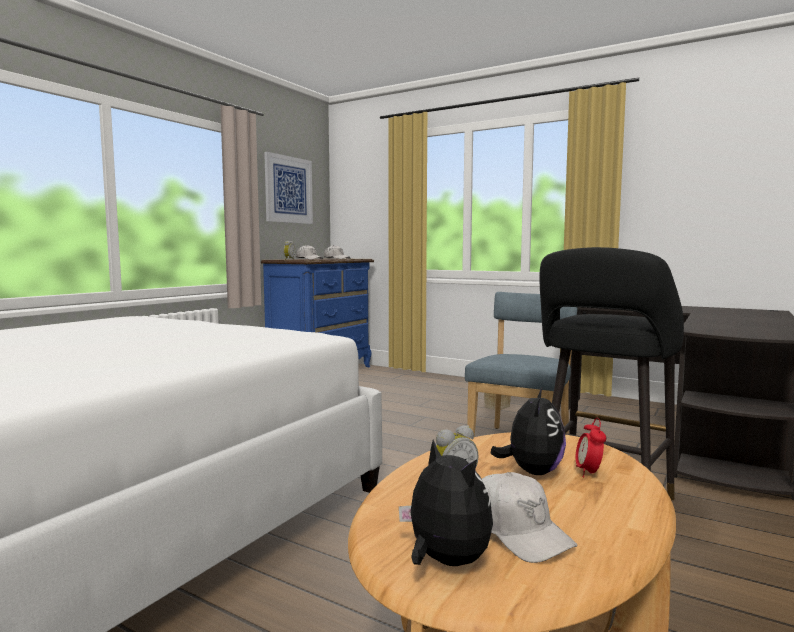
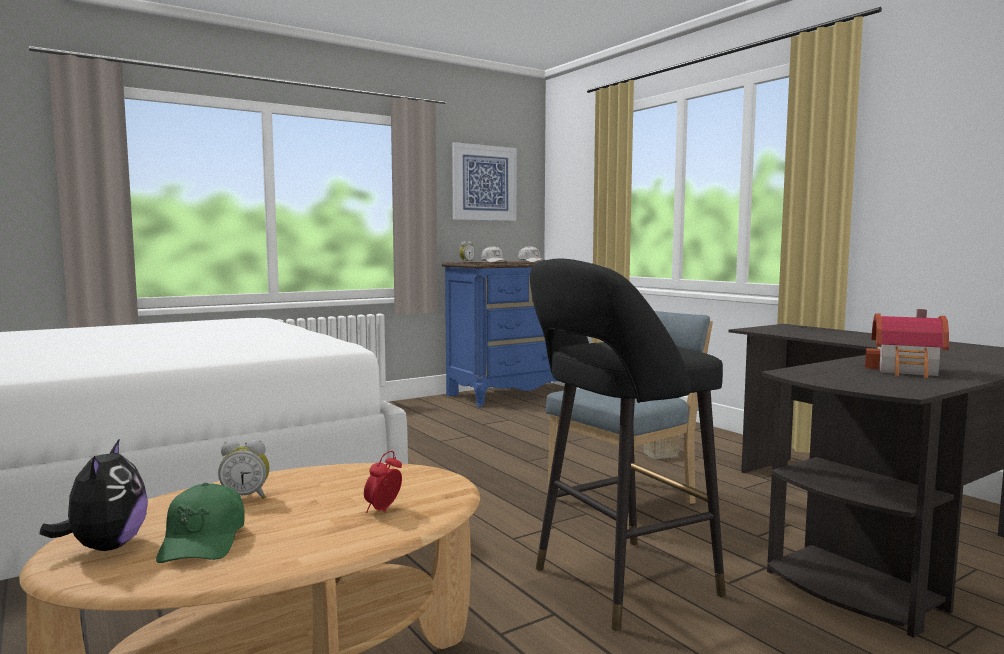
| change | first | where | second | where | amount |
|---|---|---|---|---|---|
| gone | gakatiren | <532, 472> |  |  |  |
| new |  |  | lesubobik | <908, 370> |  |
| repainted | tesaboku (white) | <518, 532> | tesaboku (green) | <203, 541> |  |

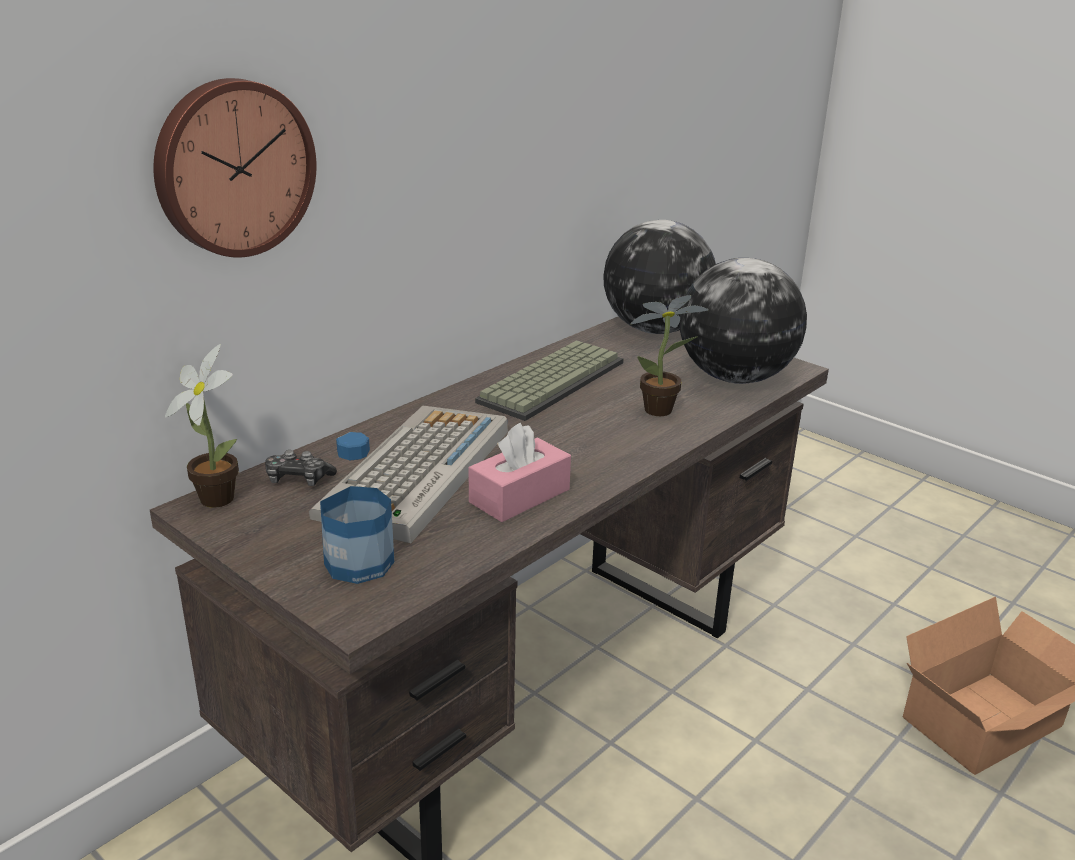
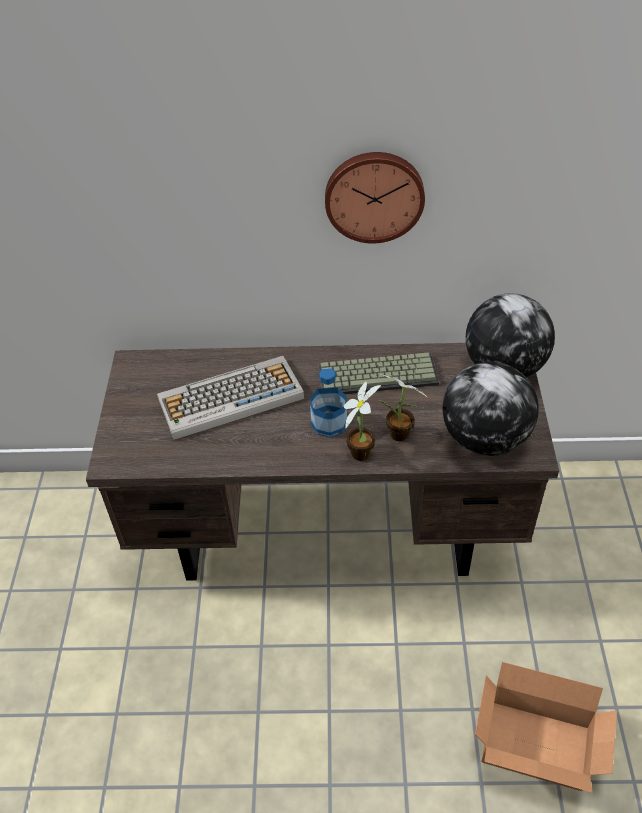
| change | first | where | second | where | amount |
|---|---|---|---|---|---|
| gone | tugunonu | <298, 479> |  |  |  |
| gone | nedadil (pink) | <519, 496> |  |  |  |
| shifted | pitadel | <233, 167> |  | <374, 195> |  |
| shifted | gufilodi | <216, 495> |  | <362, 450> |  |
| shifted | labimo | <359, 563> |  | <329, 423> |  |

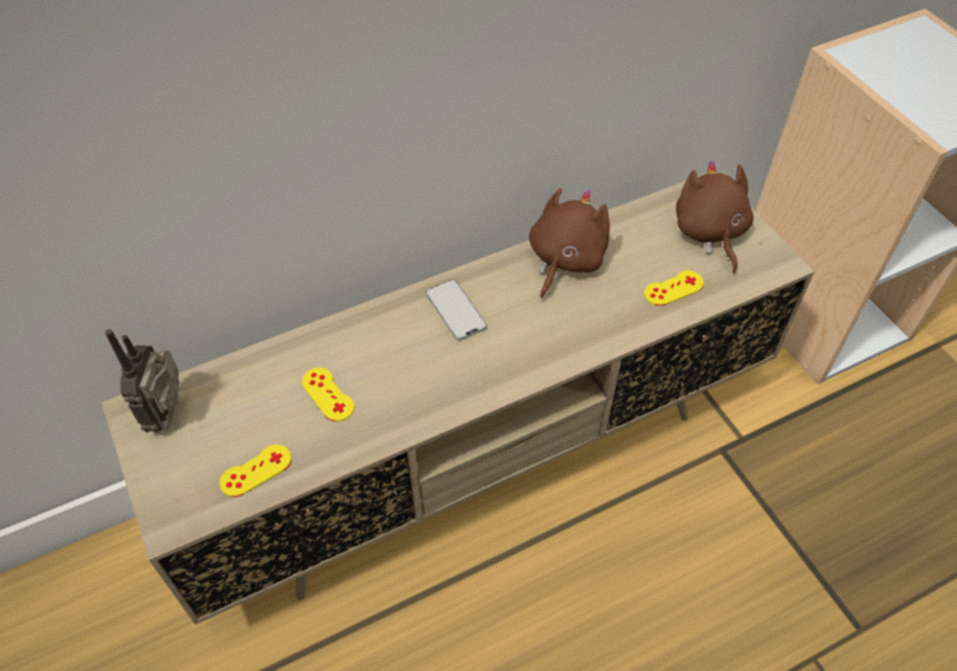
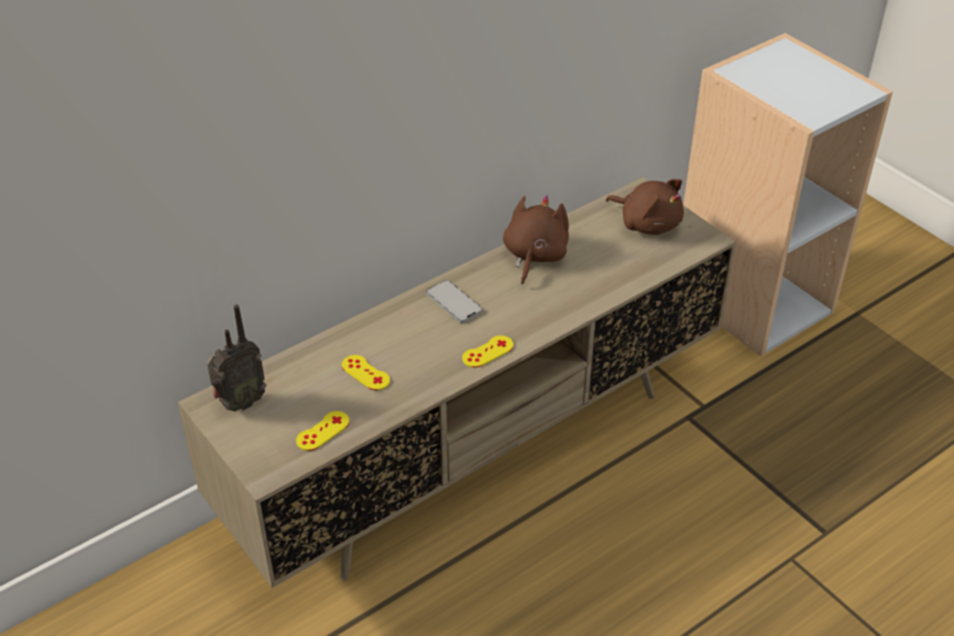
| change | first | where | second | where | amount |
|---|---|---|---|---|---|
| shifted | tugunonu (yellow) | <673, 288> |  | <487, 352> |  |
| rotated | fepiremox | <170, 415> |  | <239, 403> | 120 degrees counterclockwise |
| rotated | gakatiren (brown) | <709, 233> |  | <647, 223> | 150 degrees clockwise |

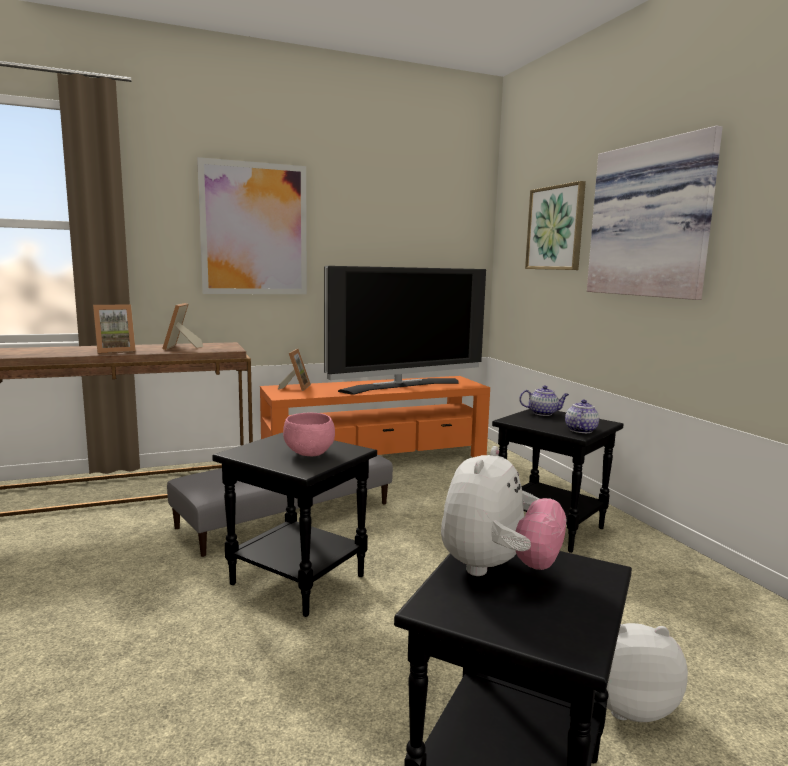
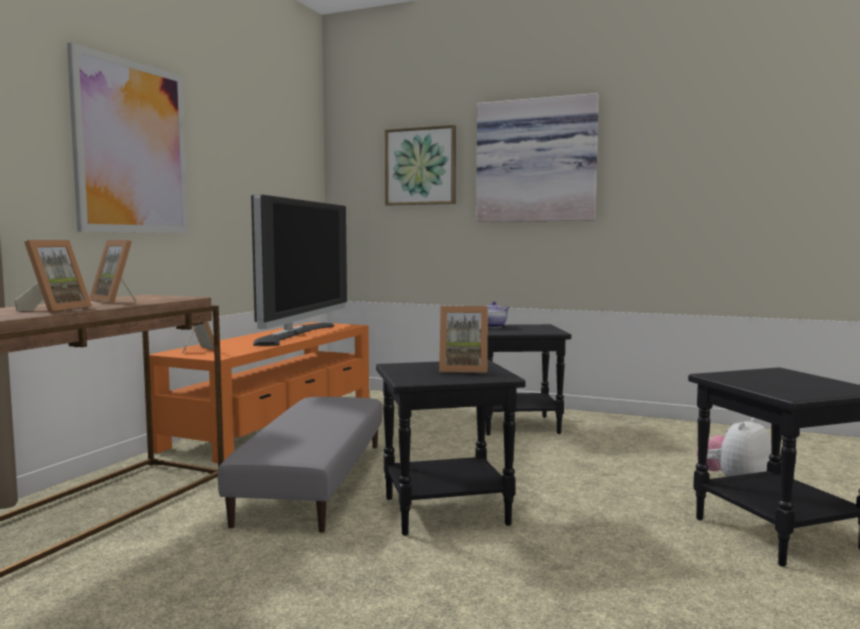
| change | first | where | second | where | amount |
|---|---|---|---|---|---|
| gone | gakatiren | <497, 569> |  |  |  |
| gone | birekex | <580, 430> |  |  |  |
| swapped | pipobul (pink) | <310, 454> | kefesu | <463, 369> |  |

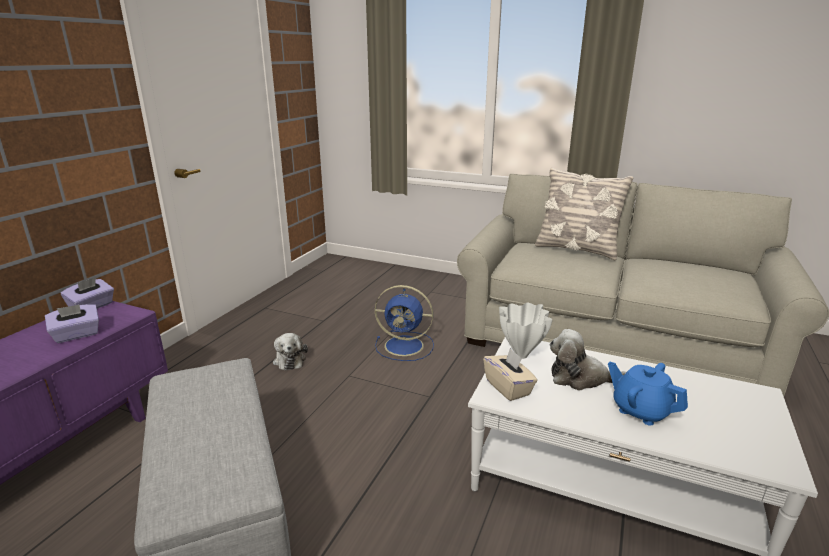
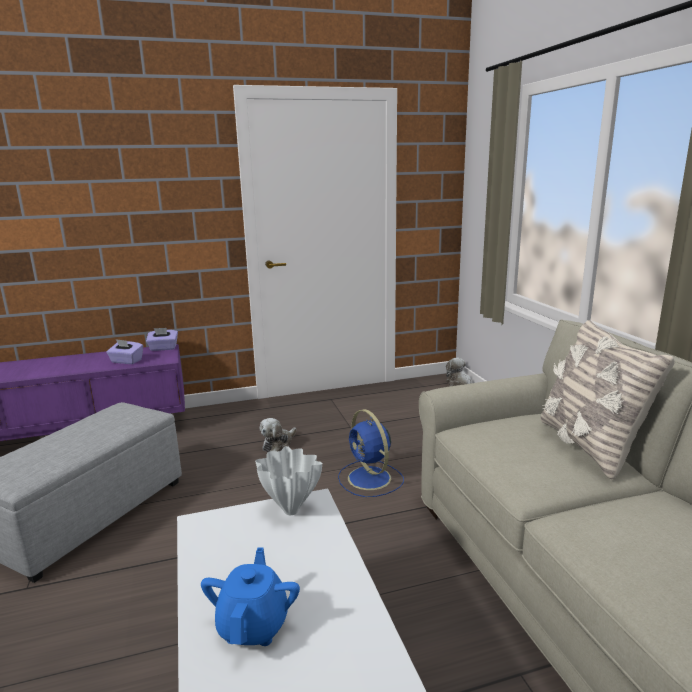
| change | first | where | second | where | amount |
|---|---|---|---|---|---|
| gone | nedadil (beige) | <508, 387> |  |  |  |
| shifted | gakatiren | <580, 378> |  | <460, 384> |  |

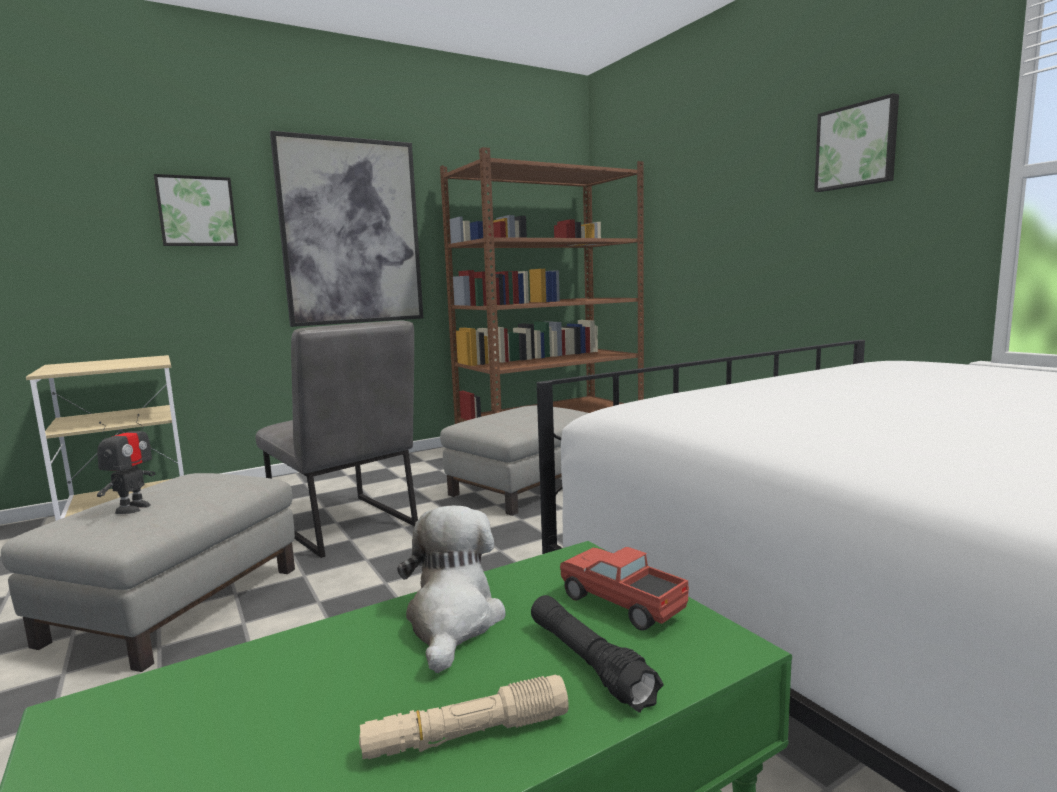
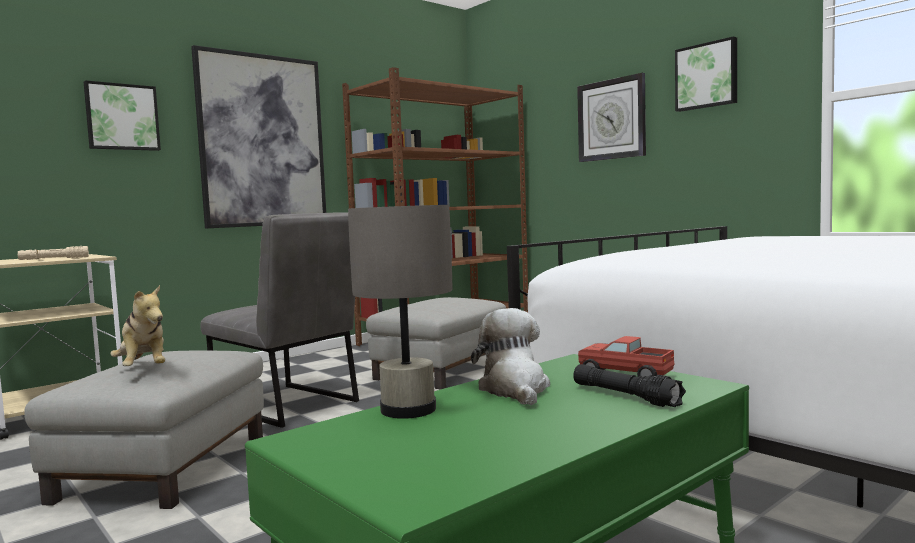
| change | first | where | second | where | amount |
|---|---|---|---|---|---|
| new |  |  | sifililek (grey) | <409, 409> |  |
| new |  |  | pitadel | <611, 119> |  |
| shifted | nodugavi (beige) | <466, 735> |  | <54, 259> |  |
| swapped | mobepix | <133, 508> | gakatiren | <144, 369> |  |

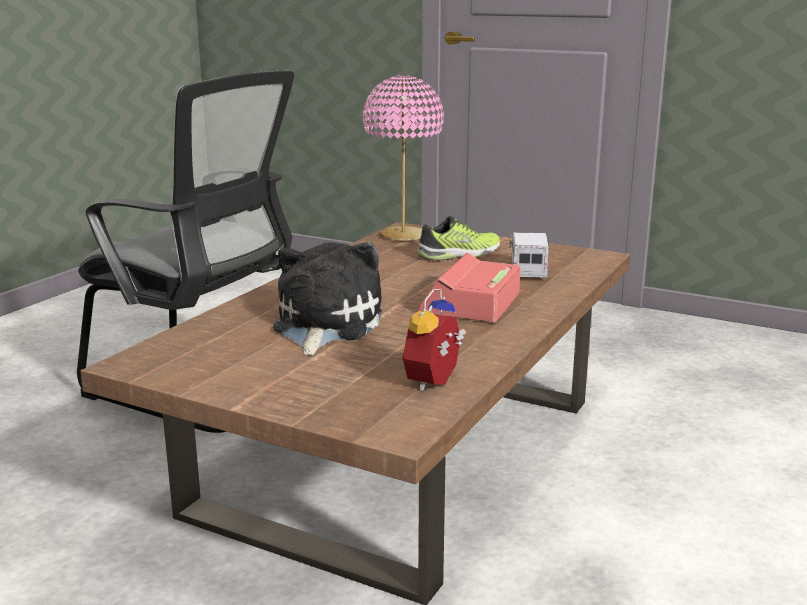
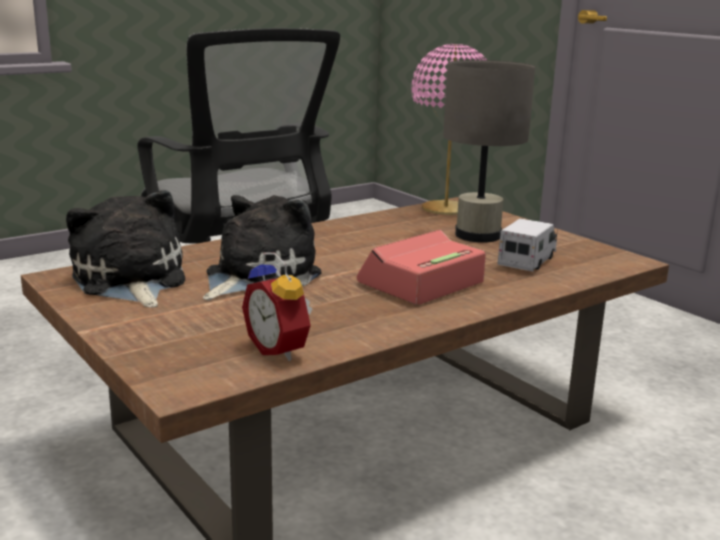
| change | first | where | second | where | amount |
|---|---|---|---|---|---|
| new |  |  | gakatiren | <130, 281> |  |
| swapped | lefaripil | <460, 254> | sifililek (grey) | <477, 235> |  |
| rotated | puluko | <437, 382> |  | <281, 350> | 90 degrees counterclockwise |

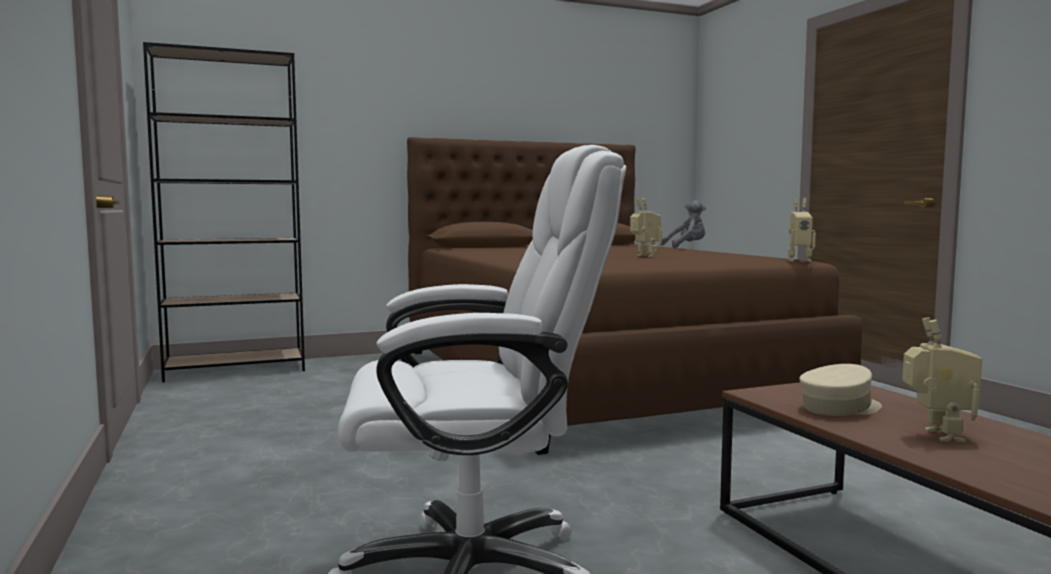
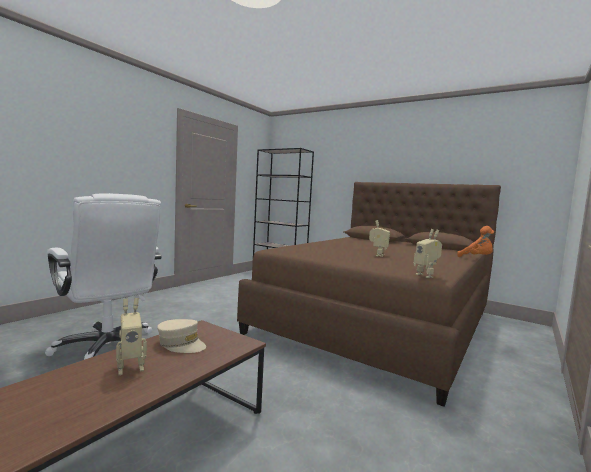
| change | first | where | second | where | amount |
|---|---|---|---|---|---|
| repainted | gakatiren (grey) | <686, 247> | gakatiren (orange) | <477, 258> |  |

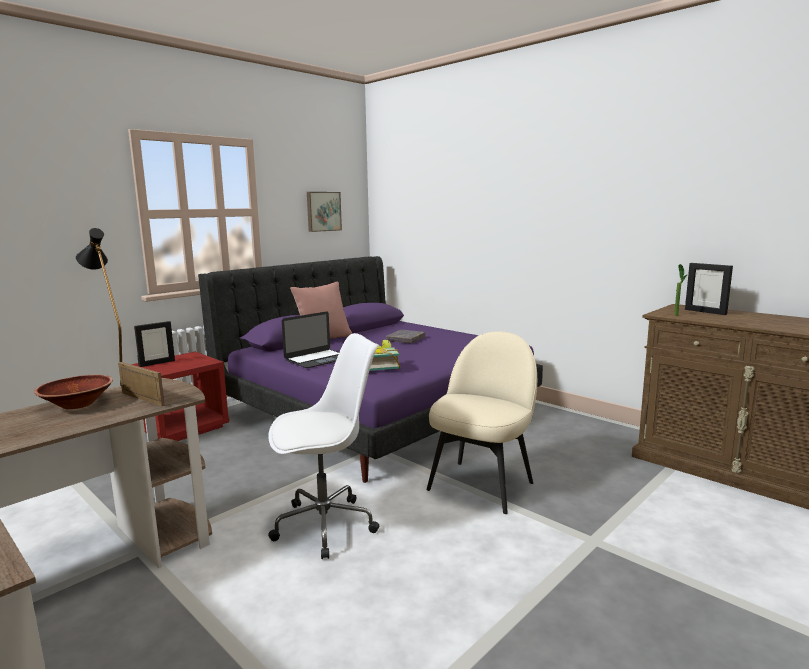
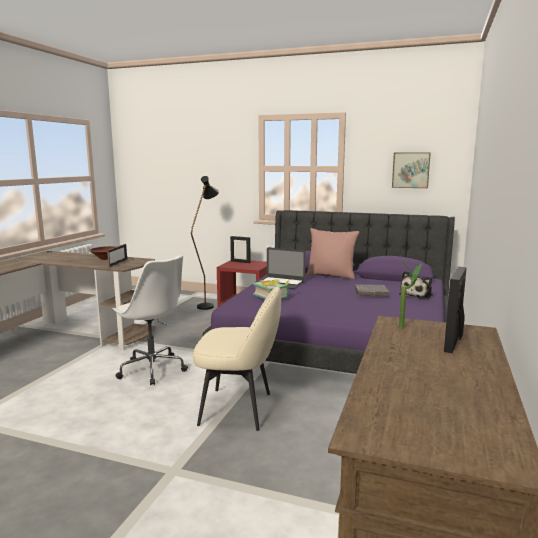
| change | first | where | second | where | amount |
|---|---|---|---|---|---|
| new |  |  | gakatiren | <417, 295> |  |

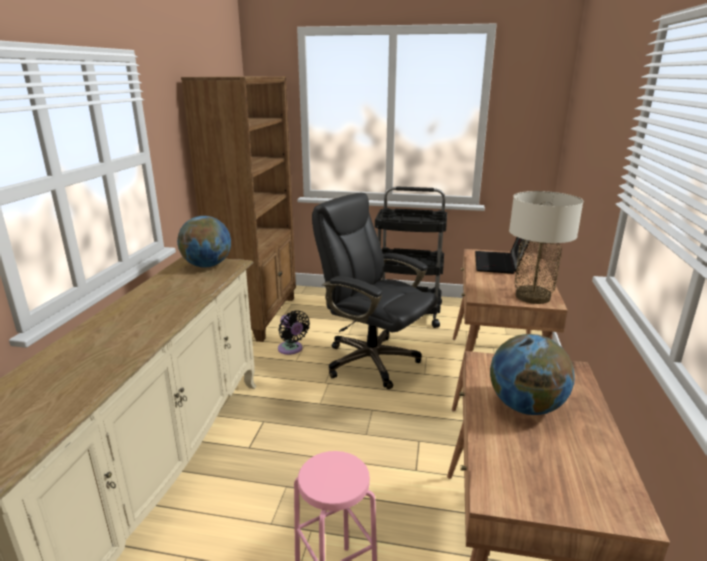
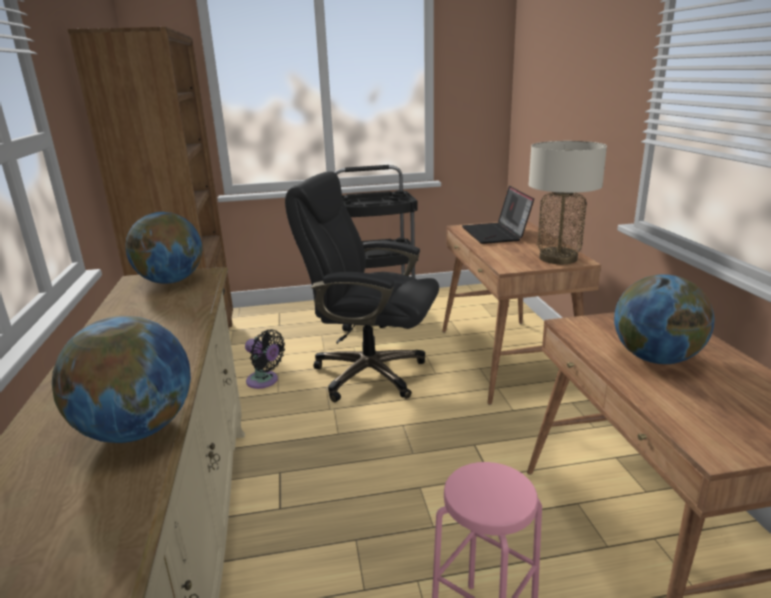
| change | first | where | second | where | amount |
|---|---|---|---|---|---|
| new |  |  | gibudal | <137, 430> |  |

